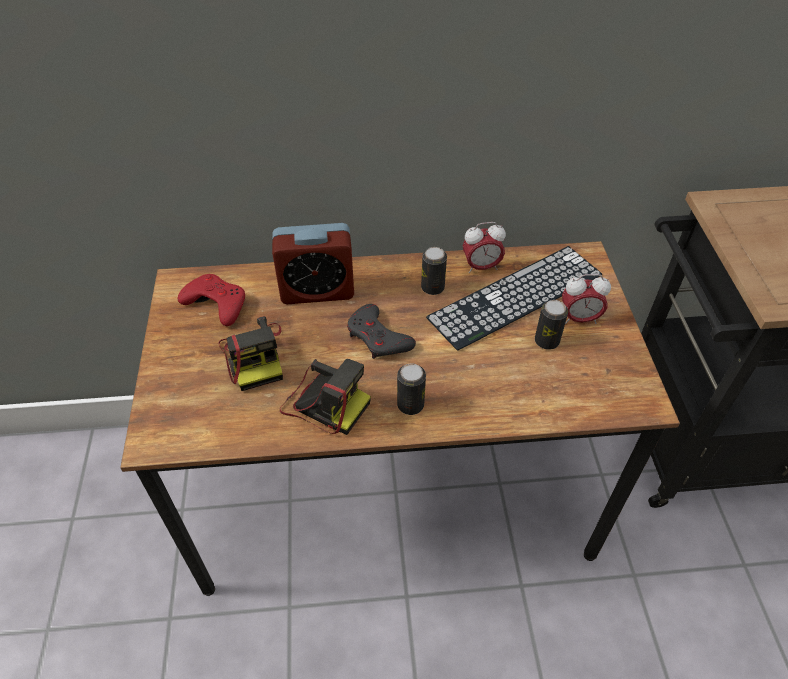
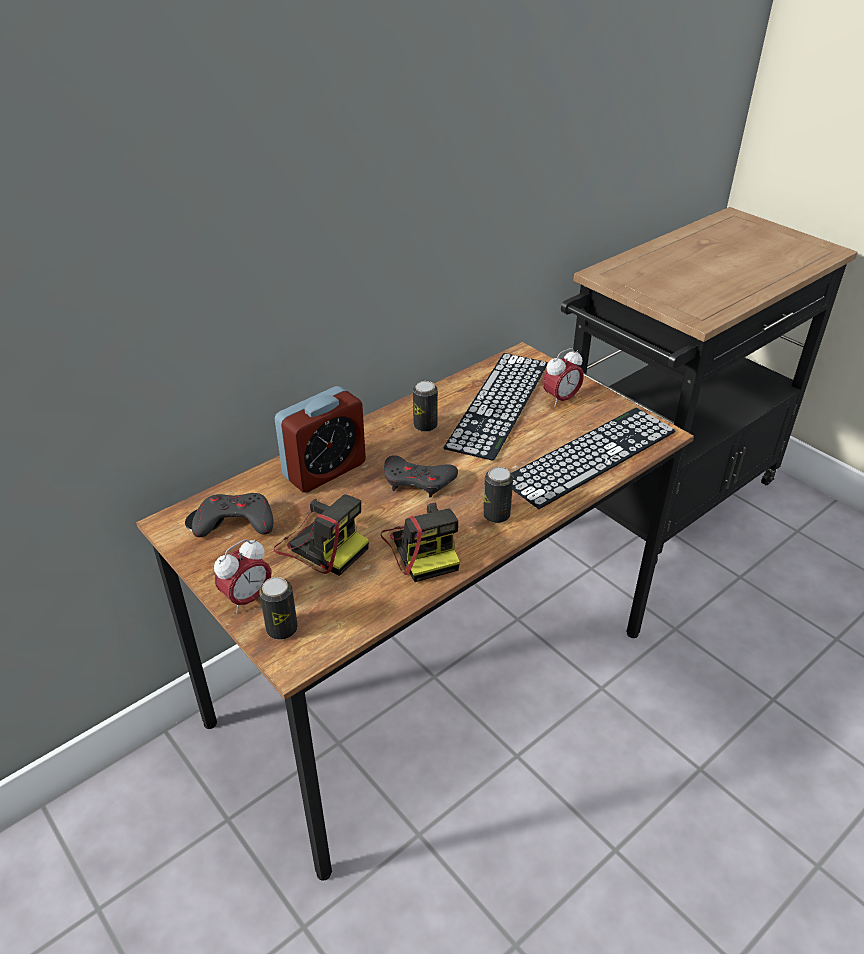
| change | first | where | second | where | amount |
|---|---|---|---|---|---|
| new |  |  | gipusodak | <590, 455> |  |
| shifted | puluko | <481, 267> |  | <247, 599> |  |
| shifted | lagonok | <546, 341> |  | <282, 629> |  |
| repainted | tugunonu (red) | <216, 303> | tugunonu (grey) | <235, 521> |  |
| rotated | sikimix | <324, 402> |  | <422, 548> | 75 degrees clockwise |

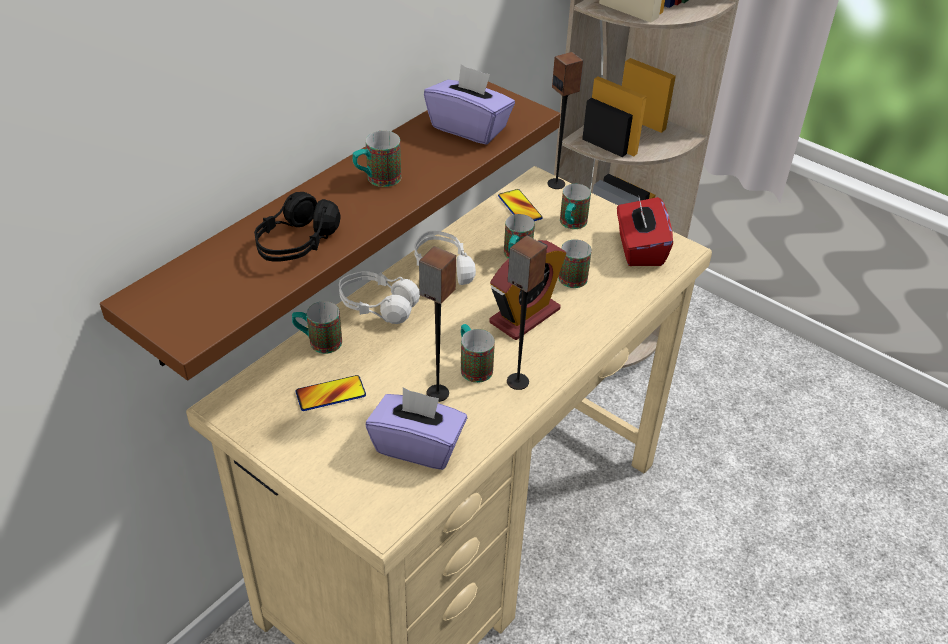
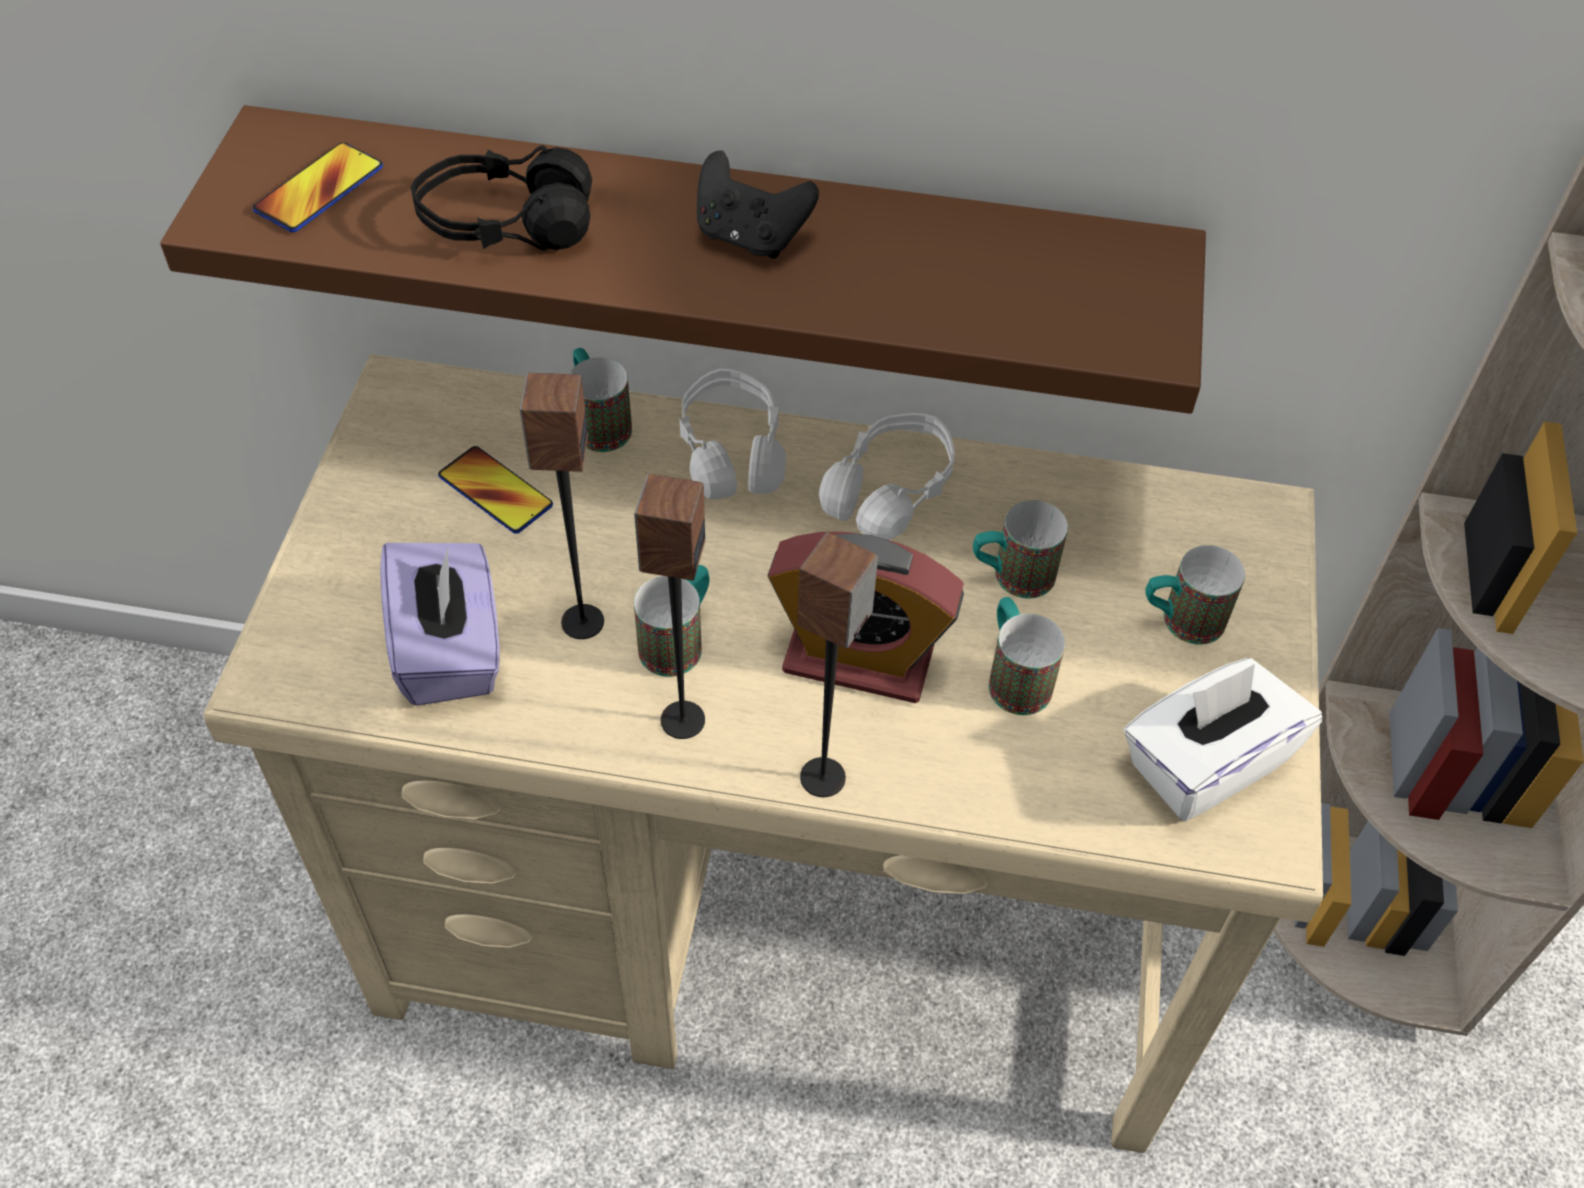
| change | first | where | second | where | amount |
|---|---|---|---|---|---|
| gone | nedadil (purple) | <469, 128> |  |  |  |
| shifted | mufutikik | <520, 207> |  | <319, 190> |  |
| shifted | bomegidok | <556, 184> |  | <823, 778> |  |
| swapped | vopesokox | <377, 180> | tugunonu (black) | <750, 237> |  |
| repainted | nedadil (red) | <639, 249> | nedadil (white) | <1204, 763> |  |

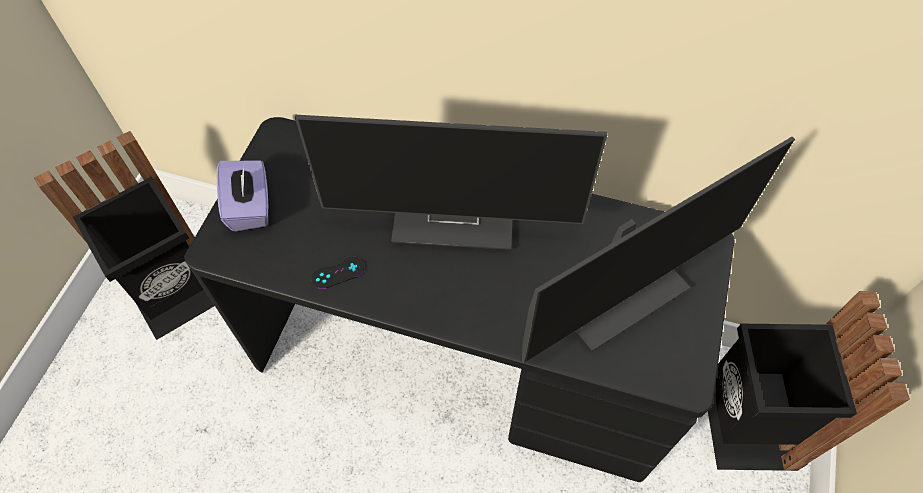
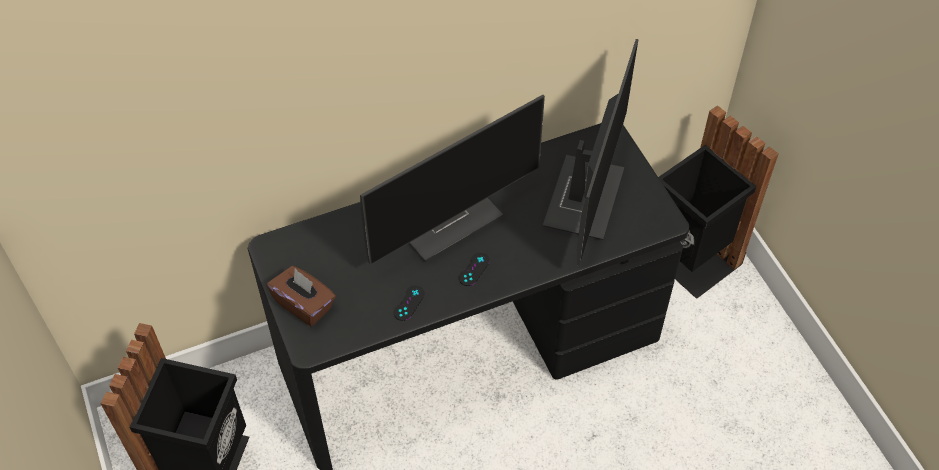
| change | first | where | second | where | amount |
|---|---|---|---|---|---|
| new |  |  | tugunonu (black) | <474, 269> |  |
| repainted | nedadil (purple) | <250, 207> | nedadil (brown) | <304, 305> |  |

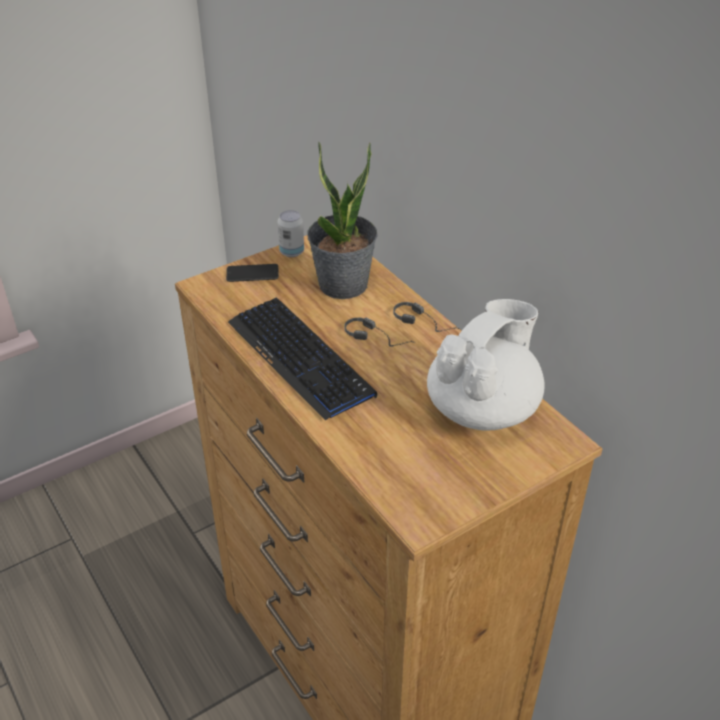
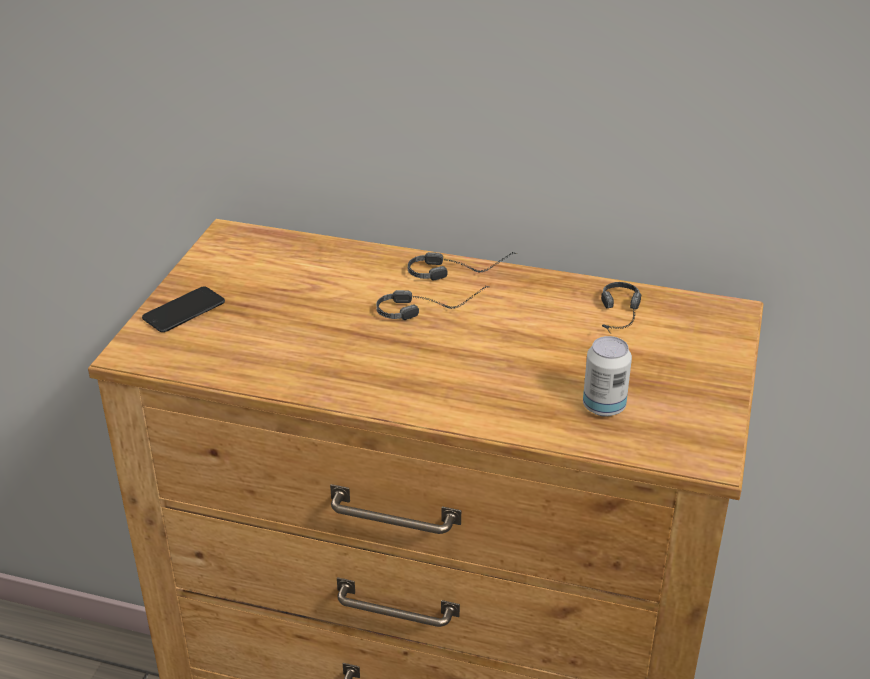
| change | first | where | second | where | amount |
|---|---|---|---|---|---|
| gone | gipusodak | <300, 358> |  |  |  |
| gone | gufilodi | <343, 285> |  |  |  |
| shifted | lagonok | <292, 252> |  | <604, 406> |  |
| swapped | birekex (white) | <483, 408> | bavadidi | <621, 321> |  |

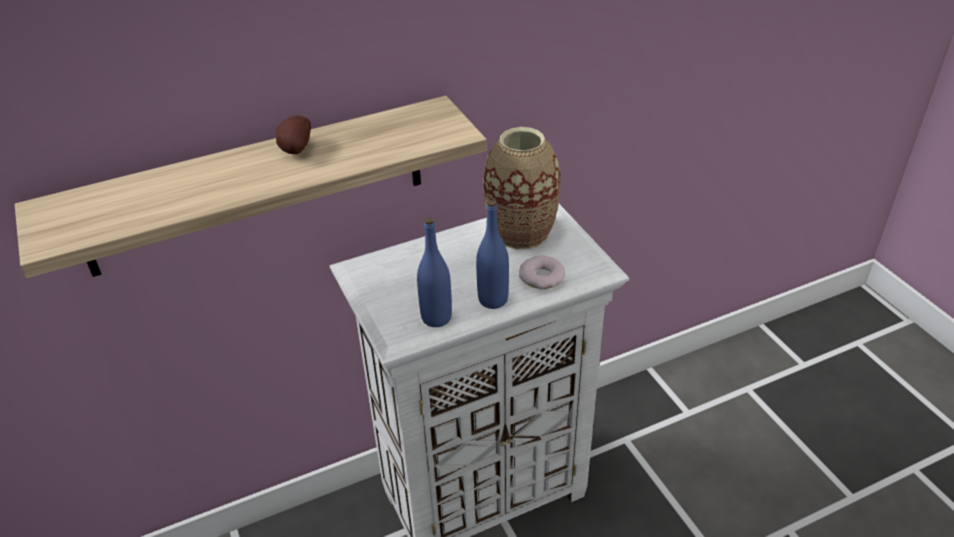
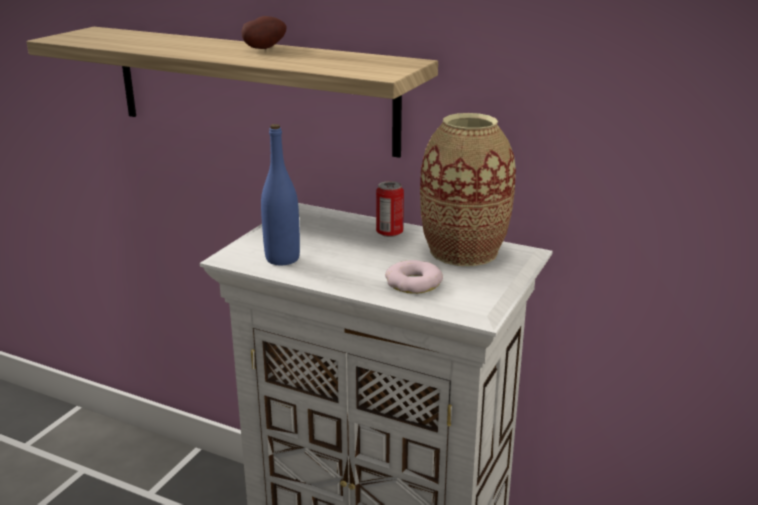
| change | first | where | second | where | amount |
|---|---|---|---|---|---|
| gone | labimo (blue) | <493, 300> |  |  |  |
| new |  |  | lagonok | <389, 233> |  |

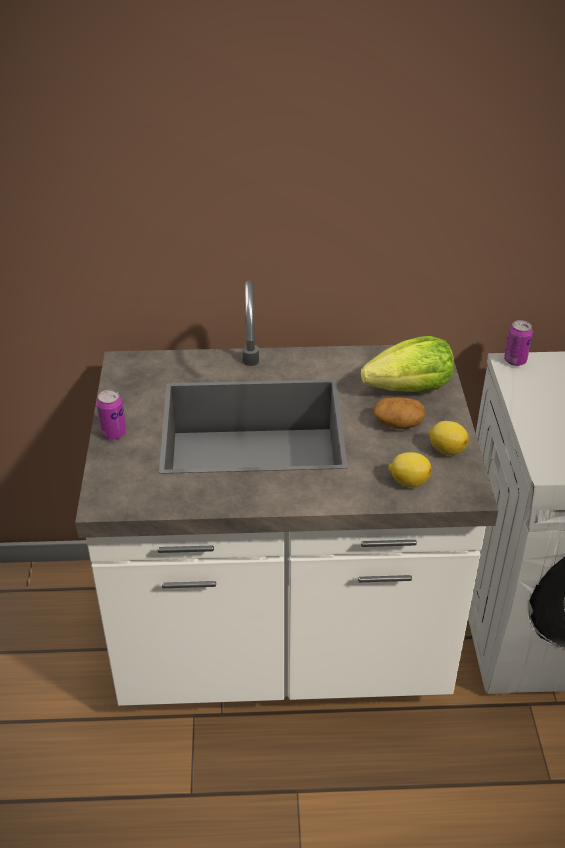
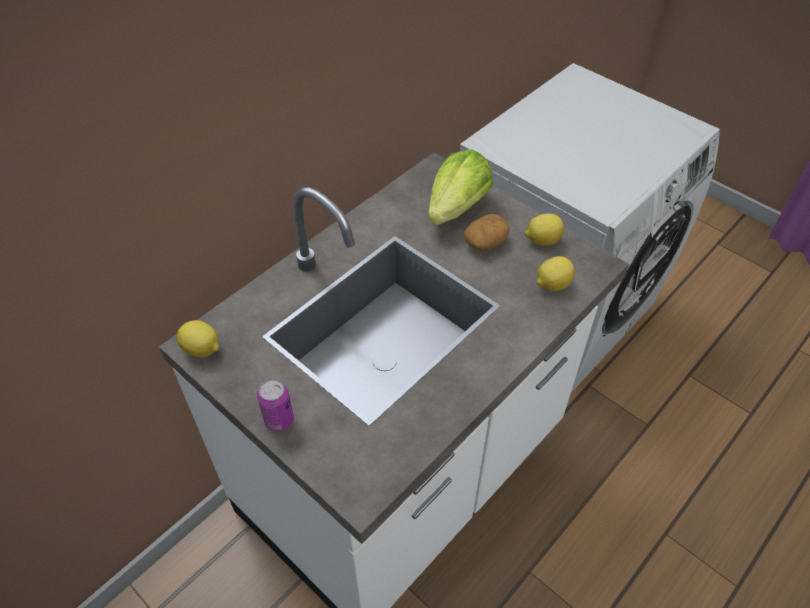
| change | first | where | second | where | amount |
|---|---|---|---|---|---|
| gone | lagonok | <515, 360> |  |  |  |
| new |  |  | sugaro | <202, 350> |  |

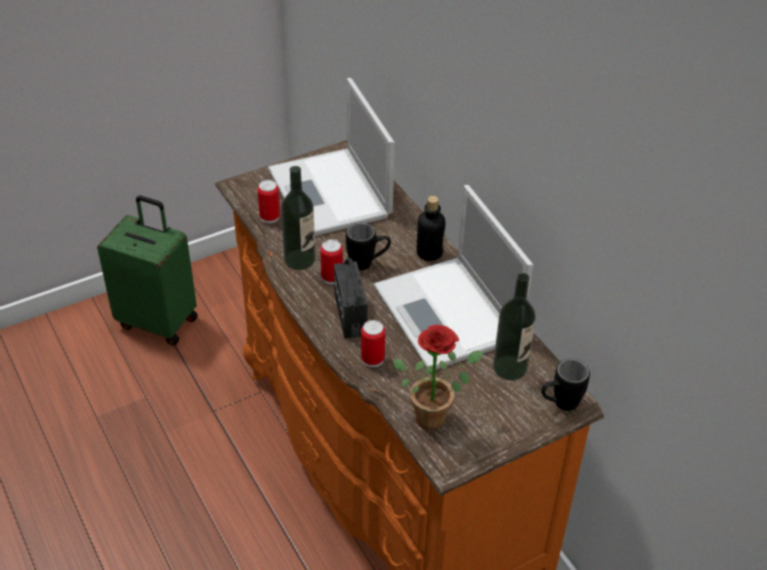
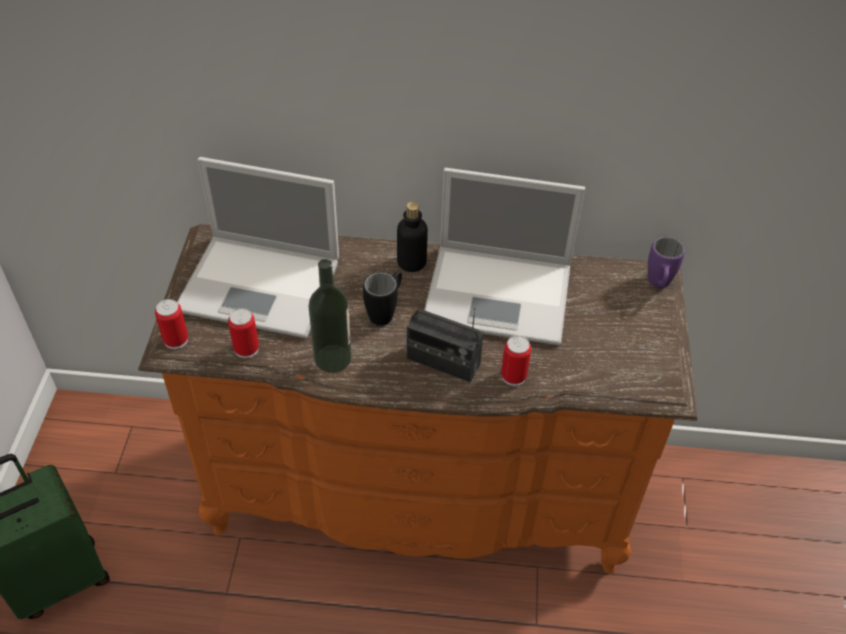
| change | first | where | second | where | amount |
|---|---|---|---|---|---|
| gone | gufilodi | <435, 415> |  |  |  |
| gone | labimo | <510, 367> |  |  |  |
| shifted | lagonok | <332, 277> |  | <176, 340> |  |
| repainted | vopesokox (black) | <559, 404> | vopesokox (purple) | <658, 285> |  |

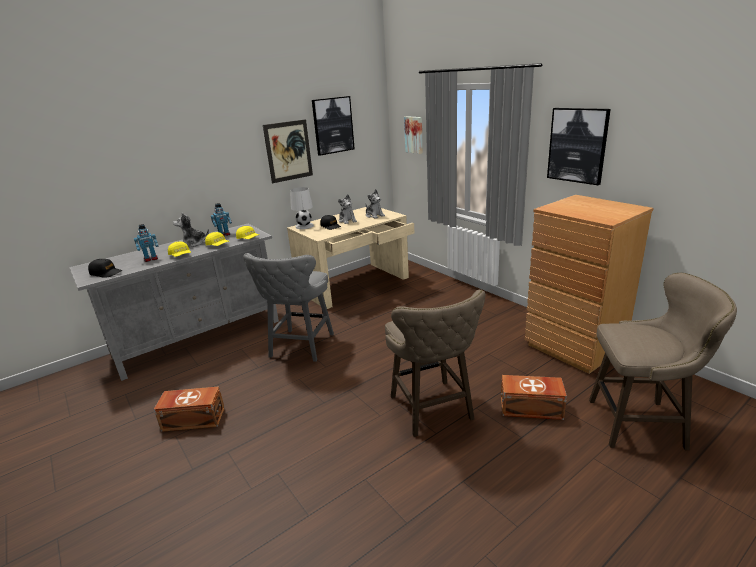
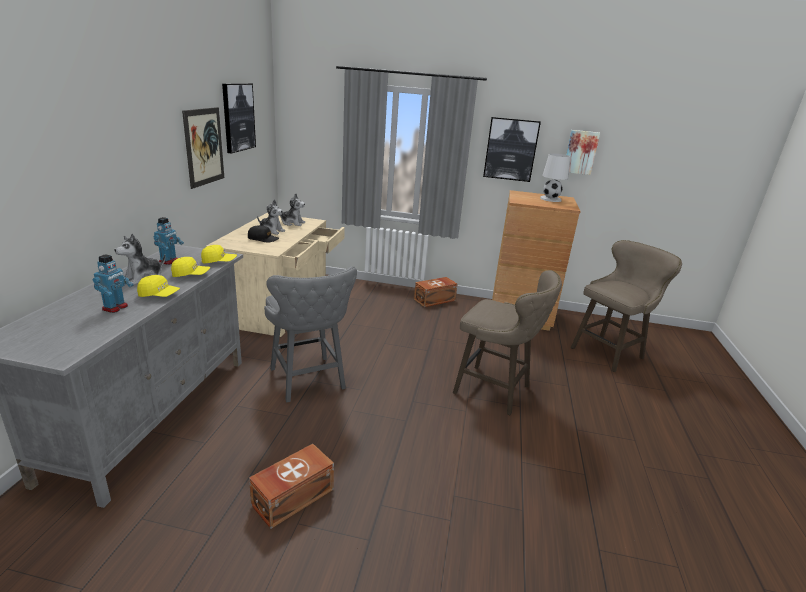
| change | first | where | second | where | amount |
|---|---|---|---|---|---|
| gone | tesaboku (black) | <106, 273> |  |  |  |
| shifted | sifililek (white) | <304, 226> |  | <551, 199> |  |
| shifted | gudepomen | <414, 134> |  | <580, 152> |  |
| shifted | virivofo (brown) | <532, 408> |  | <435, 300> |  |

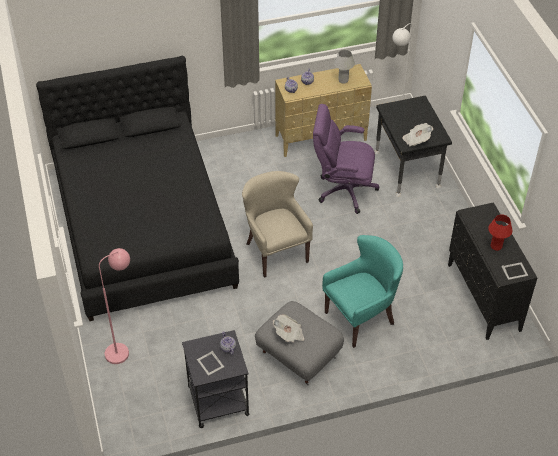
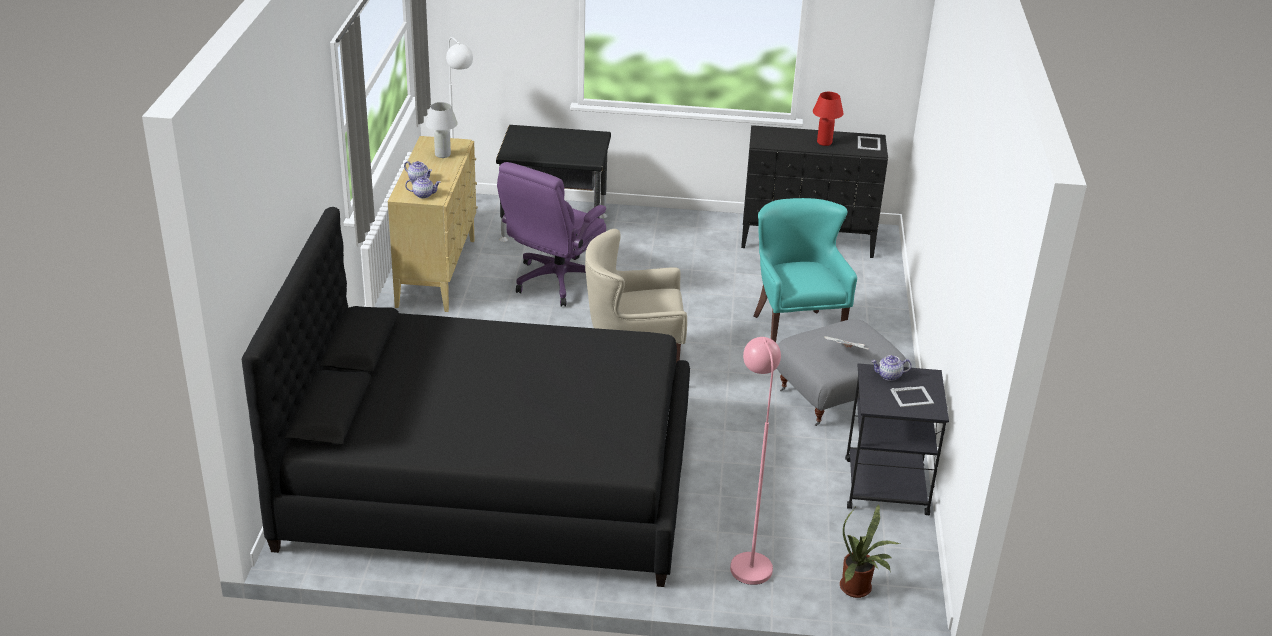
| change | first | where | second | where | amount |
|---|---|---|---|---|---|
| gone | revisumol | <416, 140> |  |  |  |
| new |  |  | gufilodi | <858, 589> |  |

